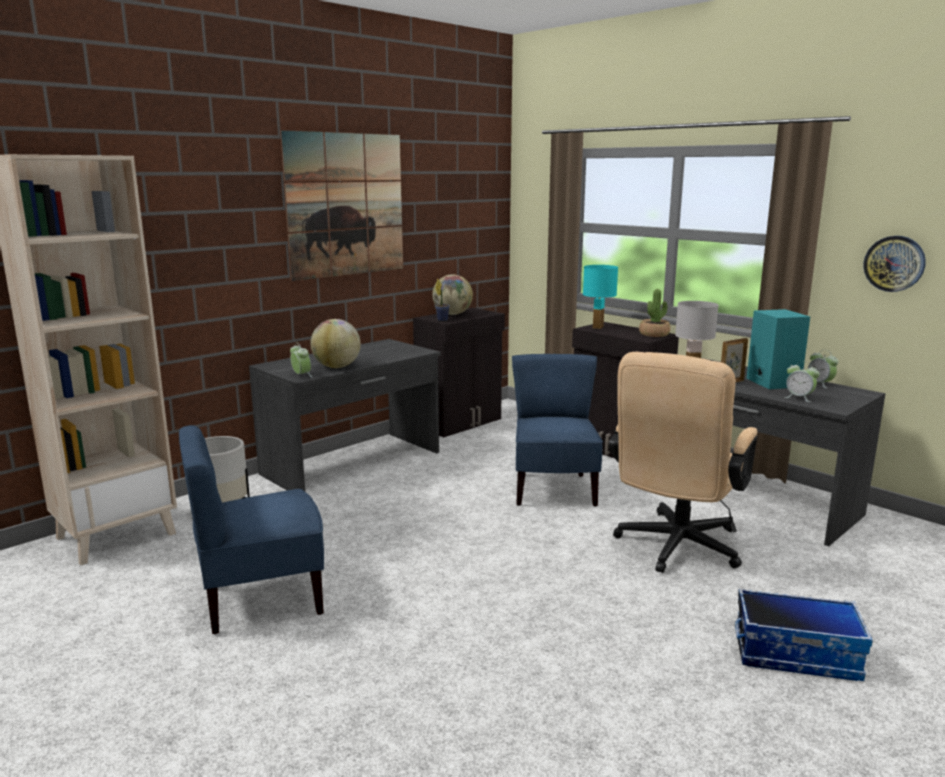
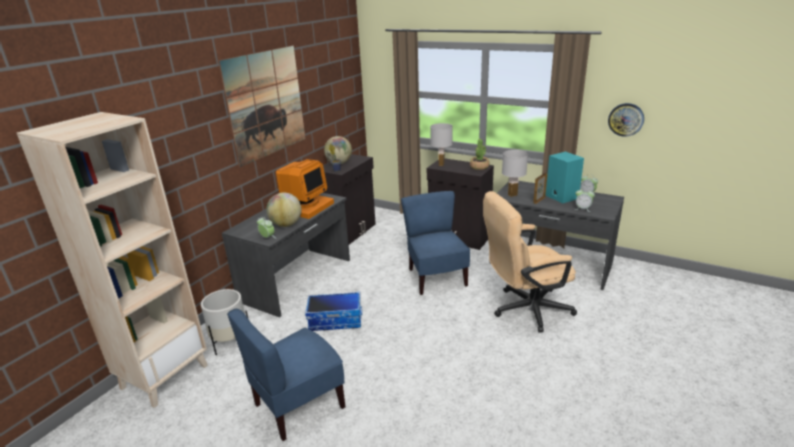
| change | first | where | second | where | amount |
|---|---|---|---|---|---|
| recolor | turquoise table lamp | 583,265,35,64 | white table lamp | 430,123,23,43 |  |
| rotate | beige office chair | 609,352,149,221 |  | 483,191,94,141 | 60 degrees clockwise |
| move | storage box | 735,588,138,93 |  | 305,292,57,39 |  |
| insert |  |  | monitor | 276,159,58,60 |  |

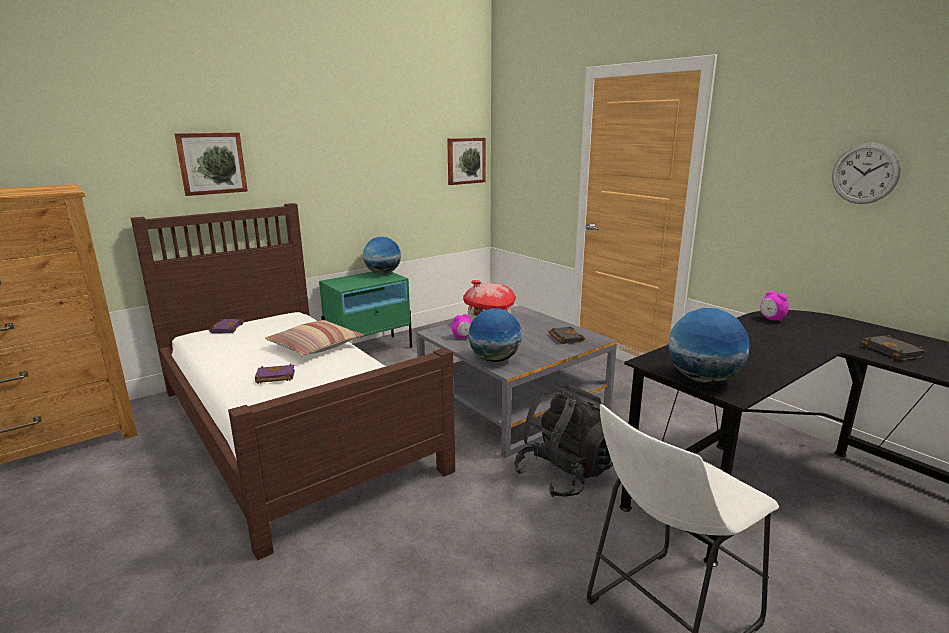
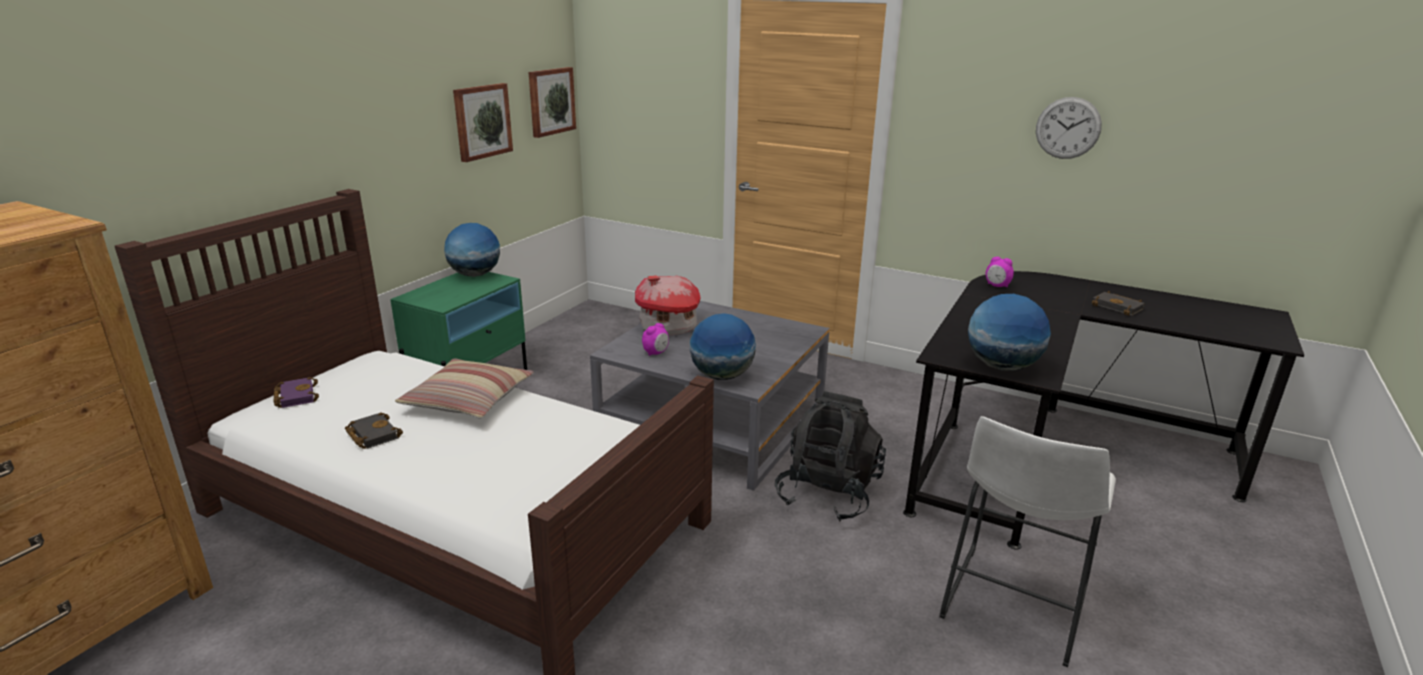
| change | first | where | second | where | amount |
|---|---|---|---|---|---|
| move | picture | 175,133,73,63 |  | 453,83,60,79 |  |
| delete | purple book | 255,364,40,20 |  |  |  |
| move | black book | 549,326,36,18 |  | 345,412,58,37 |  |

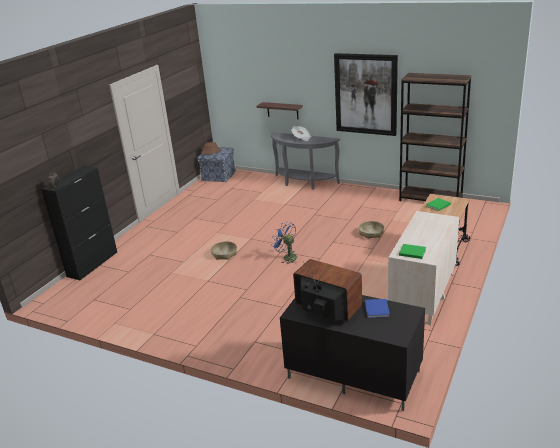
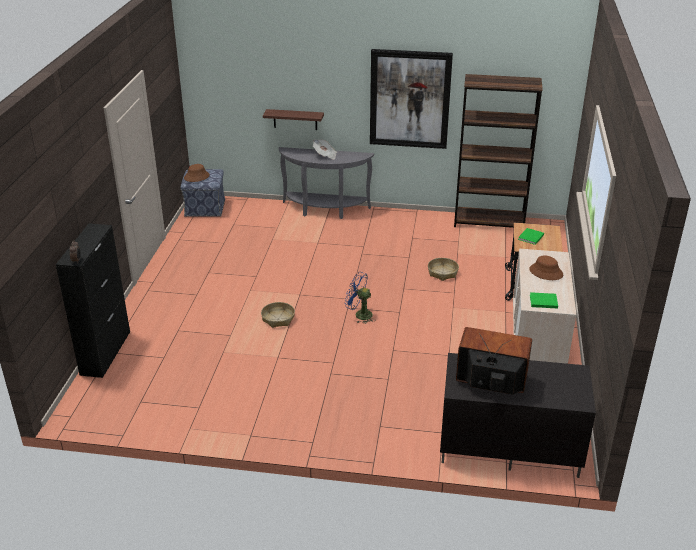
| change | first | where | second | where | amount |
|---|---|---|---|---|---|
| delete | blue book | 365,299,25,19 |  |  |  |
| insert |  |  | brown hat | 529,256,34,24 |  |

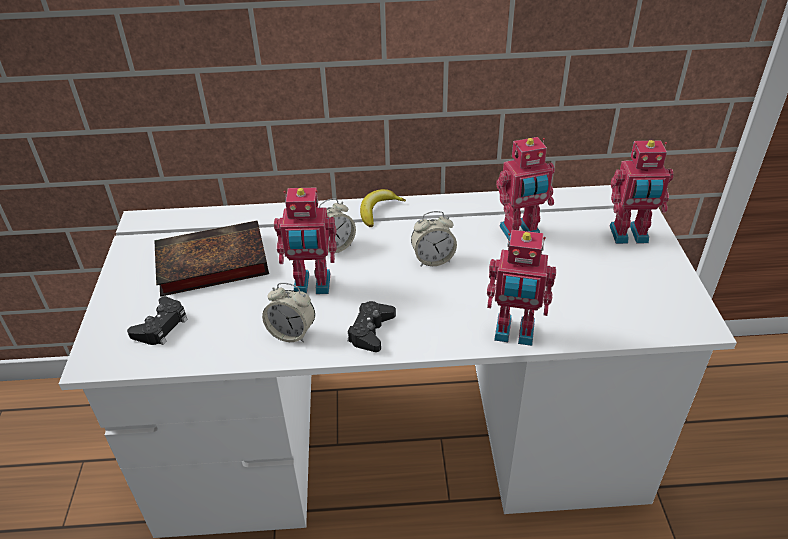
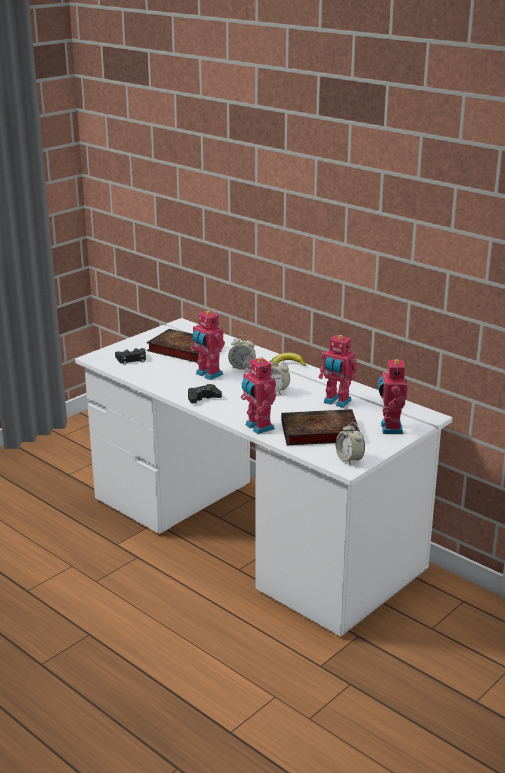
| change | first | where | second | where | amount |
|---|---|---|---|---|---|
| move | alarm clock | 262,283,53,60 |  | 336,422,29,43 |  |
| rotate | toy robot | 610,140,64,104 |  | 378,357,30,77 | 45 degrees clockwise |
| insert |  |  | book | 281,409,79,36 |  |

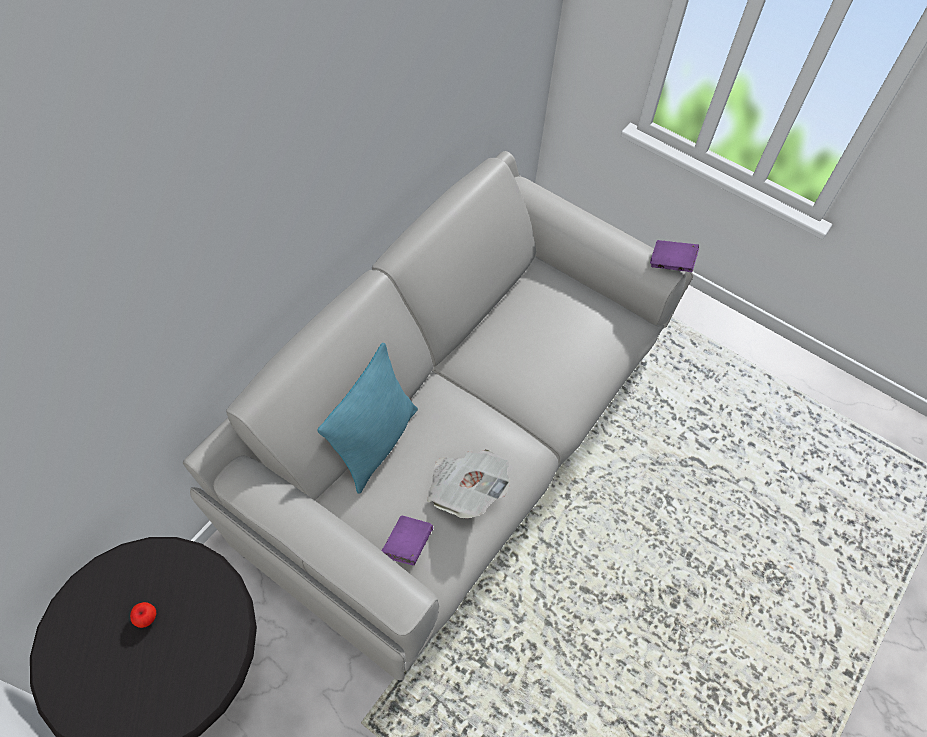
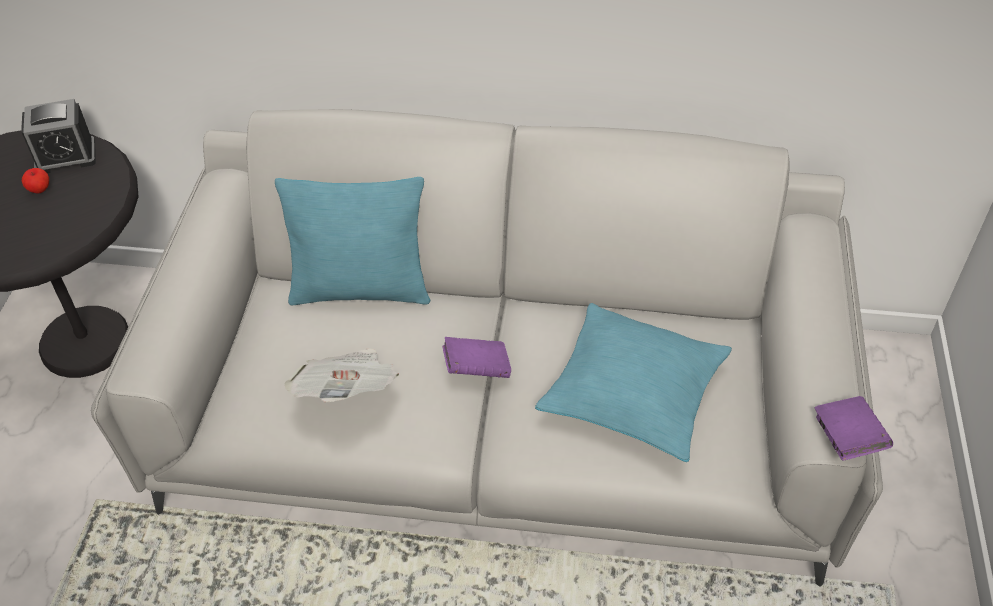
| change | first | where | second | where | amount |
|---|---|---|---|---|---|
| move | purple book | 382,516,51,49 |  | 442,337,69,41 |  |
| insert |  |  | alarm clock | 21,99,75,74 |  |
| insert |  |  | turquoise pillow | 535,303,197,159 |  |

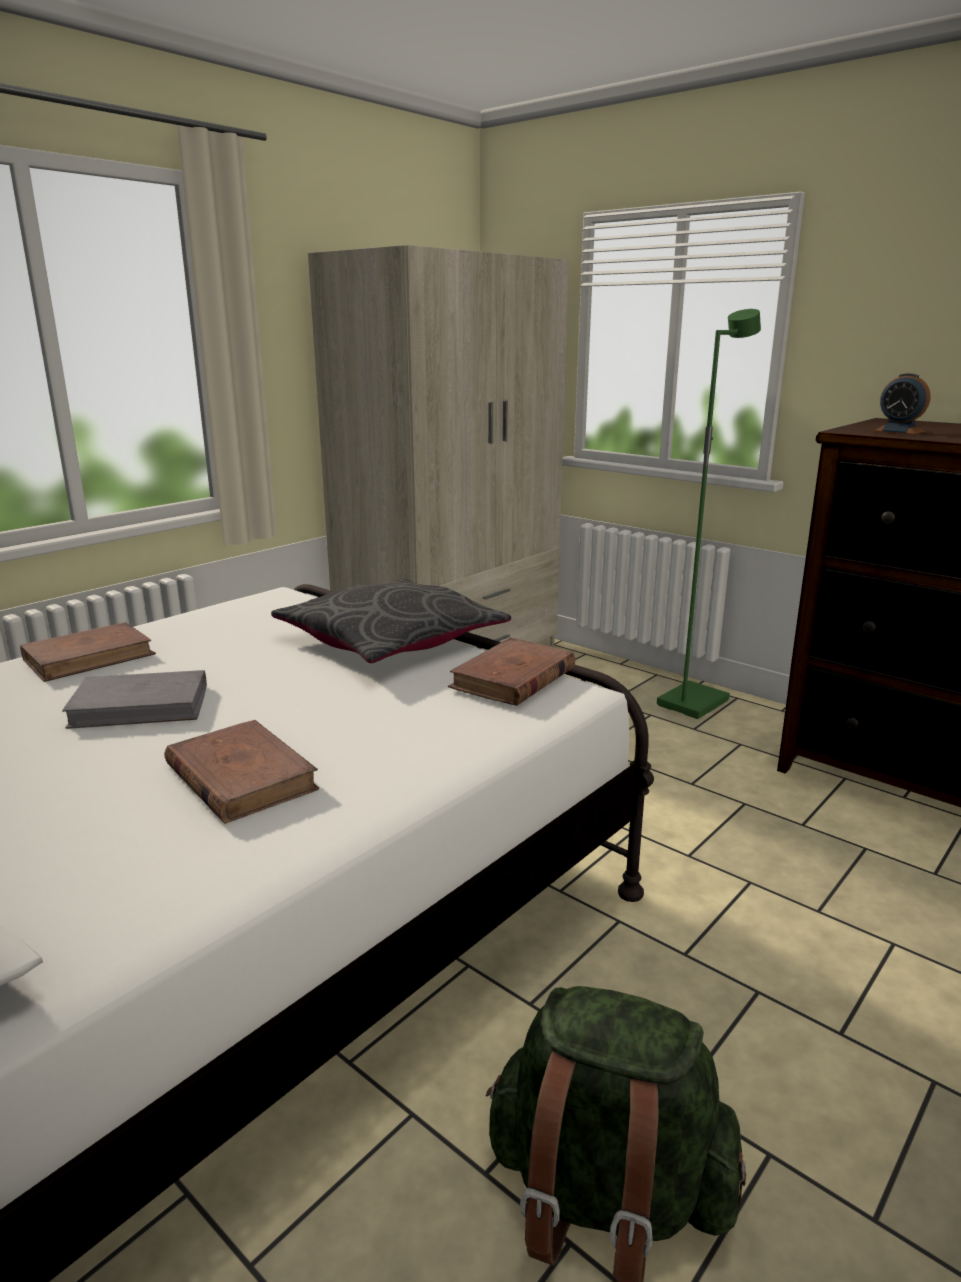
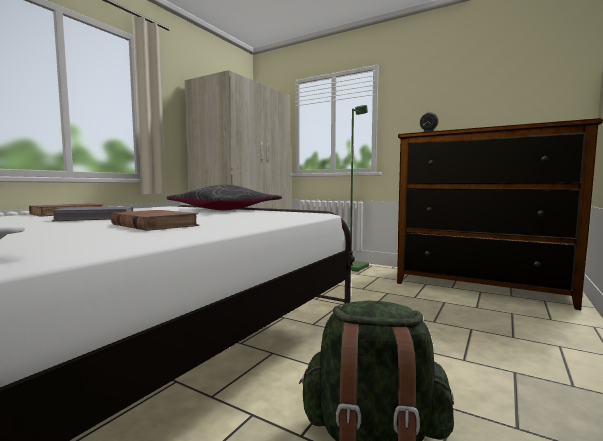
| change | first | where | second | where | amount |
|---|---|---|---|---|---|
| delete | brown book | 448,638,127,68 |  |  |  |

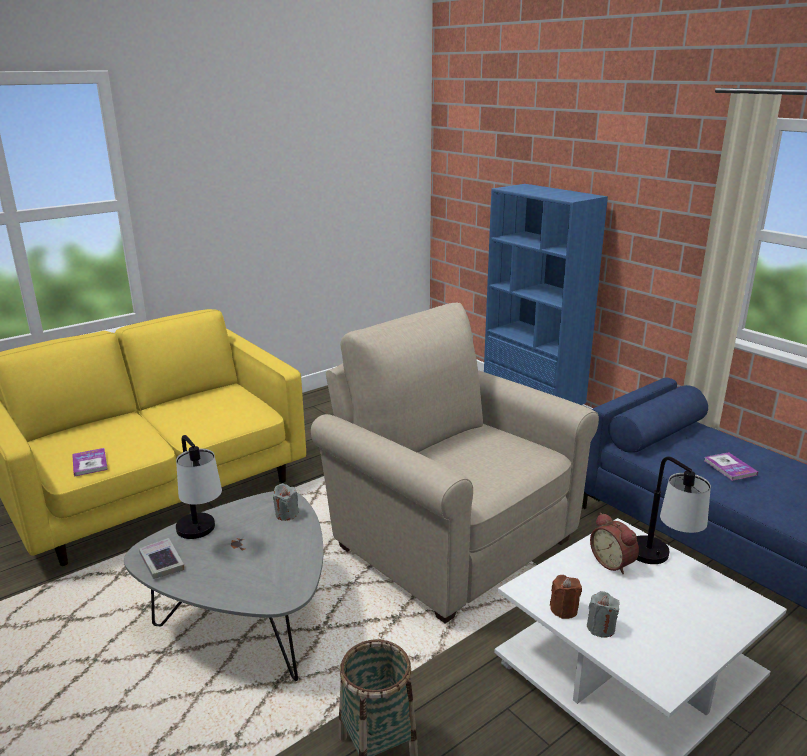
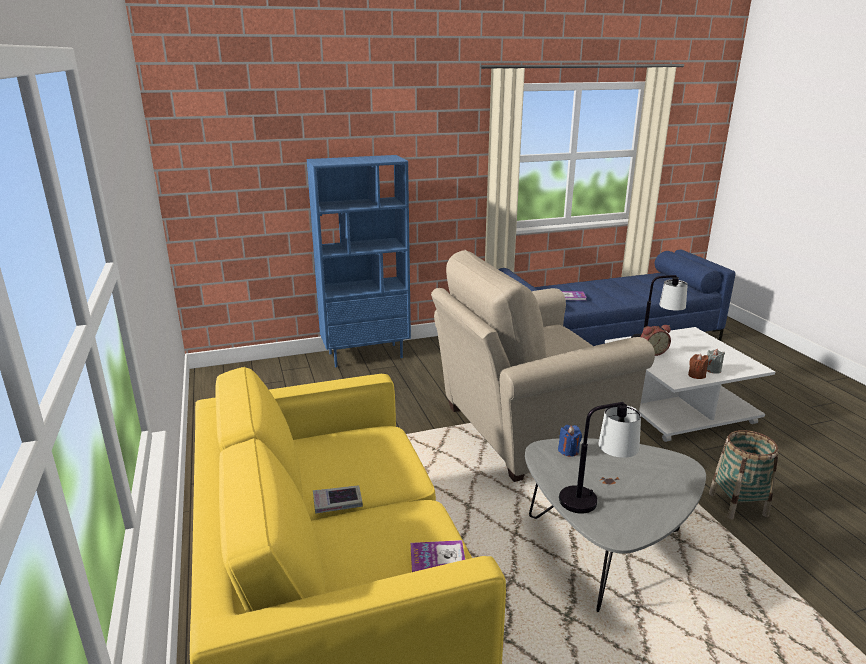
| change | first | where | second | where | amount |
|---|---|---|---|---|---|
| move | book | 139,538,45,41 |  | 313,485,50,29 |  |
| recolor | grey candle | 273,483,26,38 | blue candle | 558,425,24,32 |  |

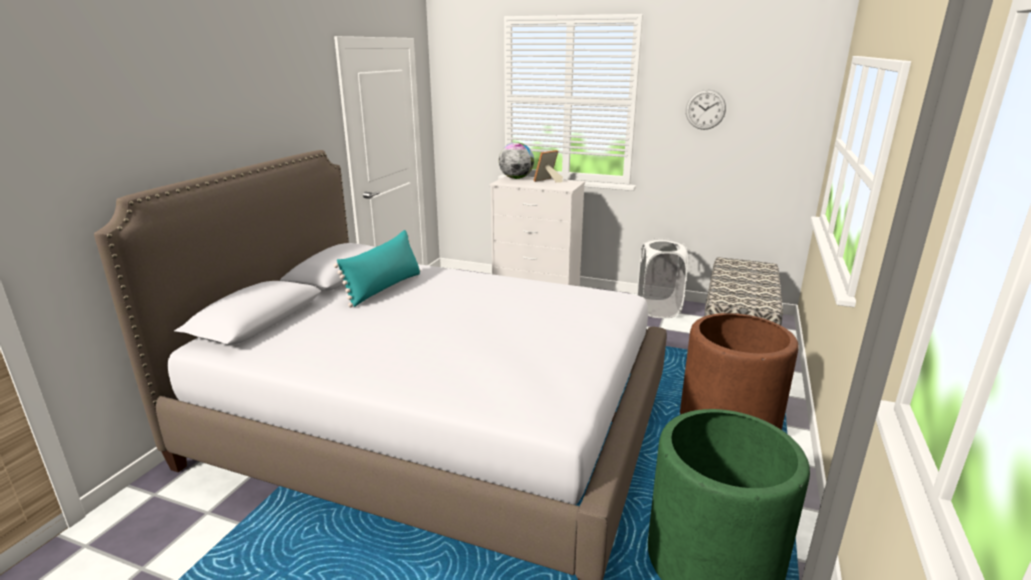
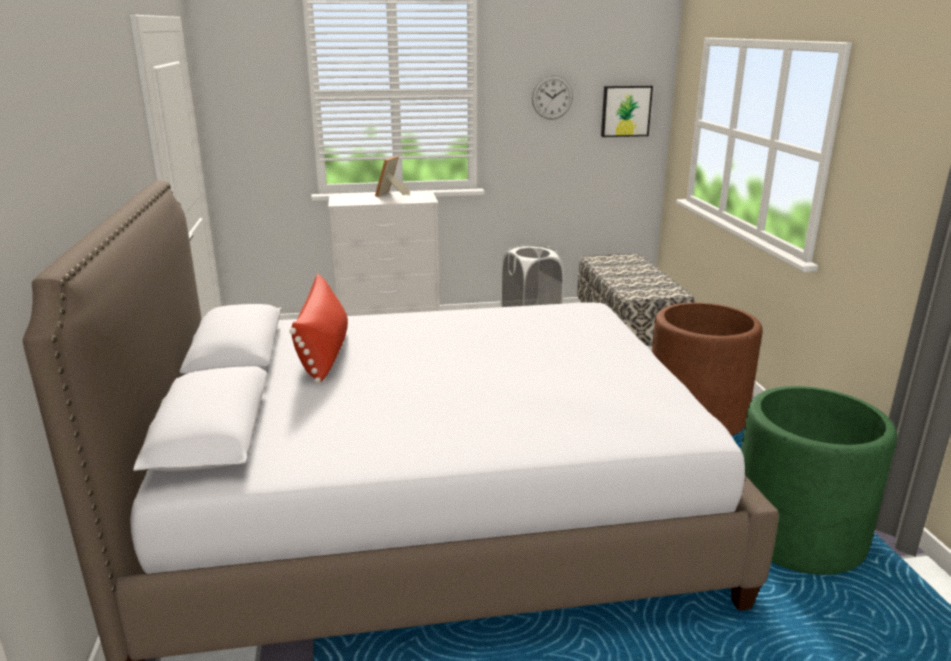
| change | first | where | second | where | amount |
|---|---|---|---|---|---|
| recolor | turquoise pillow | 333,230,88,77 | red pillow | 290,274,58,110 |  |
| delete | globe | 499,142,35,37 |  |  |  |
| insert |  |  | picture | 601,85,52,52 |  |

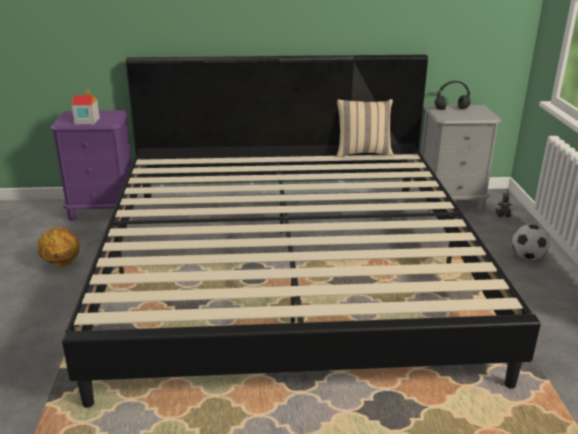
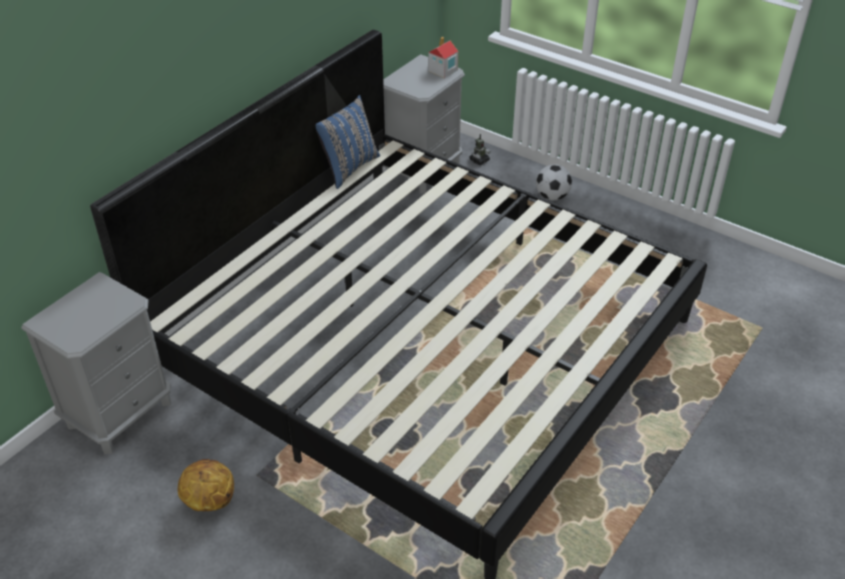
| change | first | where | second | where | amount |
|---|---|---|---|---|---|
| recolor | purple nightstand | 50,110,82,111 | grey nightstand | 21,272,150,182 |  |
| move | toy house | 72,90,28,34 |  | 428,37,30,41 |  |
| recolor | beige pillow | 337,99,57,59 | blue pillow | 316,95,64,94 |  |
| delete | black headphones | 435,81,36,29 |  |  |  |

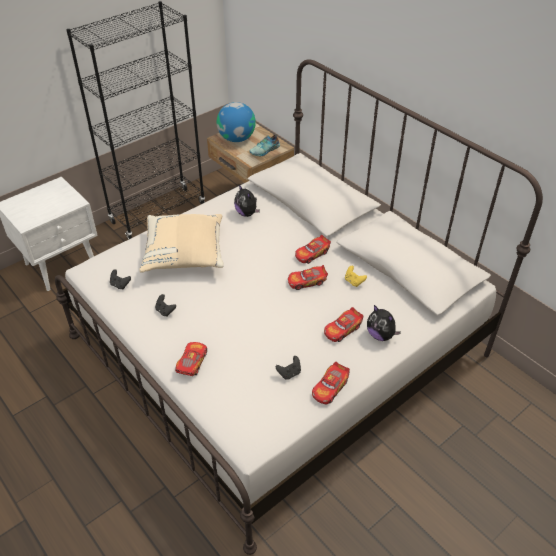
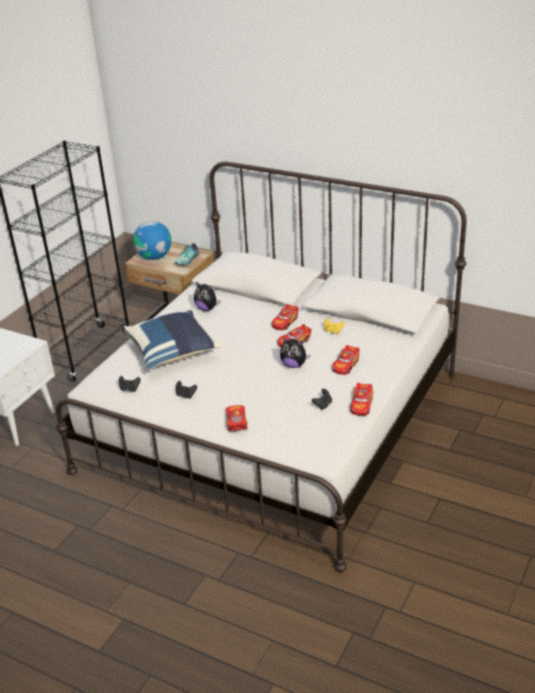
| change | first | where | second | where | amount |
|---|---|---|---|---|---|
| recolor | beige pillow | 140,214,84,59 | blue pillow | 123,310,97,60 |  |
| move | plush toy | 367,305,34,36 |  | 280,337,30,31 |  |

